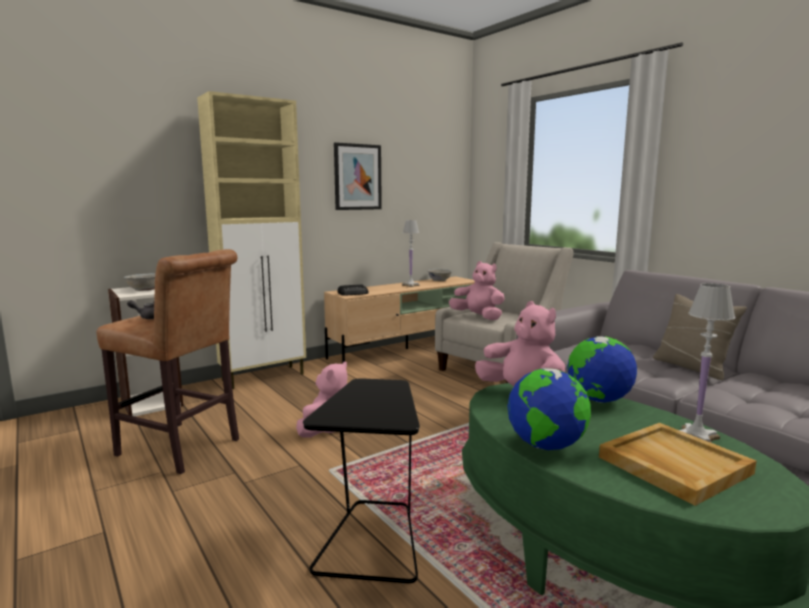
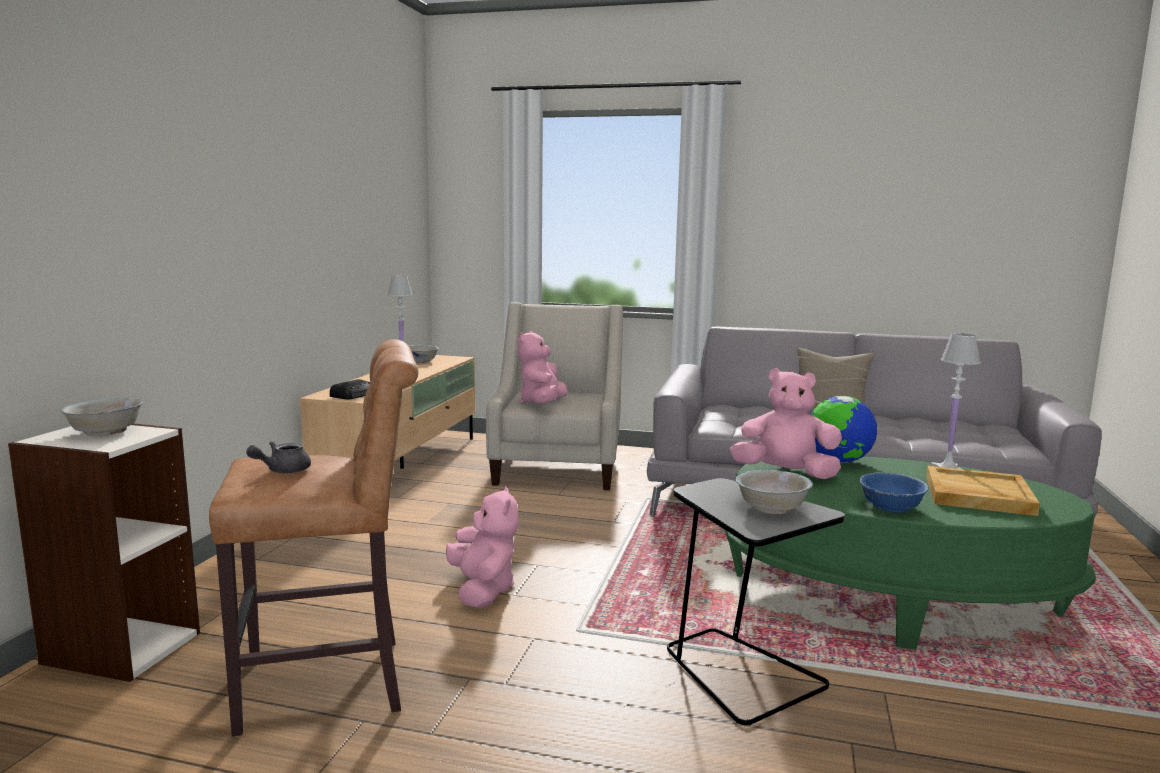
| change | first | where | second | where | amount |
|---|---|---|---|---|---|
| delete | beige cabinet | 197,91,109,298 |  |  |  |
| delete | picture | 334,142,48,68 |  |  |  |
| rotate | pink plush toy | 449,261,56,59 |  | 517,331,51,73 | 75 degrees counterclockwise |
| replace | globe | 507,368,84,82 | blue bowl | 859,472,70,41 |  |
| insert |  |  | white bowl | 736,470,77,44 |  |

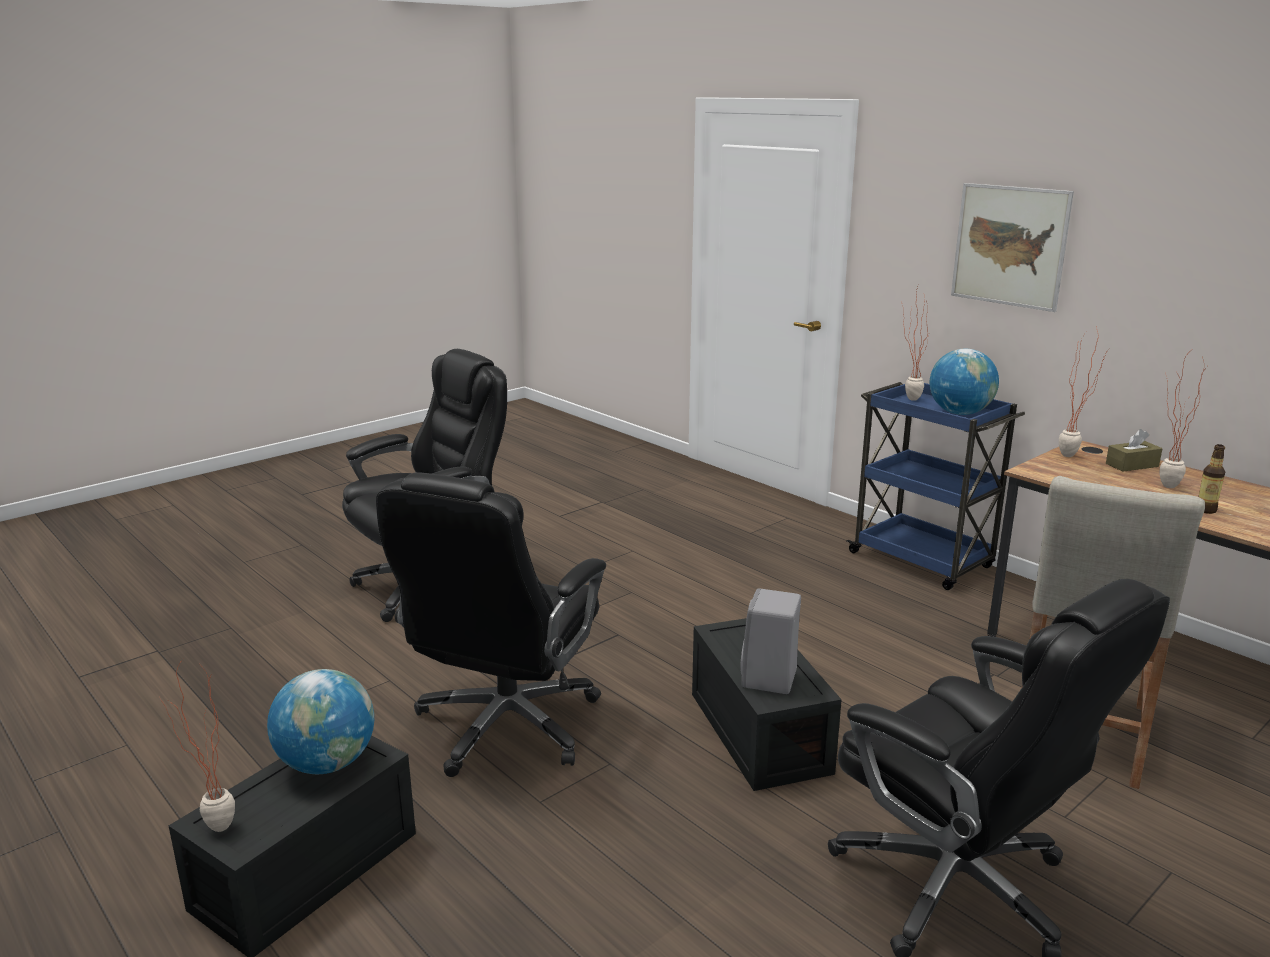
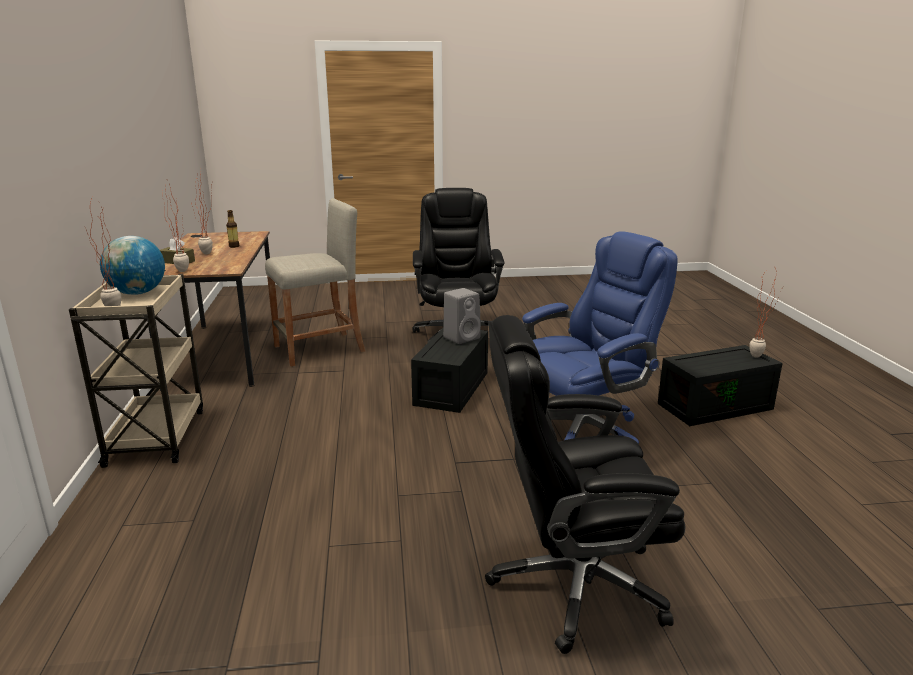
| change | first | where | second | where | amount |
|---|---|---|---|---|---|
| delete | globe | 267,669,107,105 |  |  |  |
| recolor | black office chair | 376,472,230,305 | blue office chair | 522,231,156,213 |  |
| recolor | blue cart | 846,382,179,208 | beige cart | 69,274,134,194 |  |
| delete | picture | 951,183,123,129 |  |  |  |

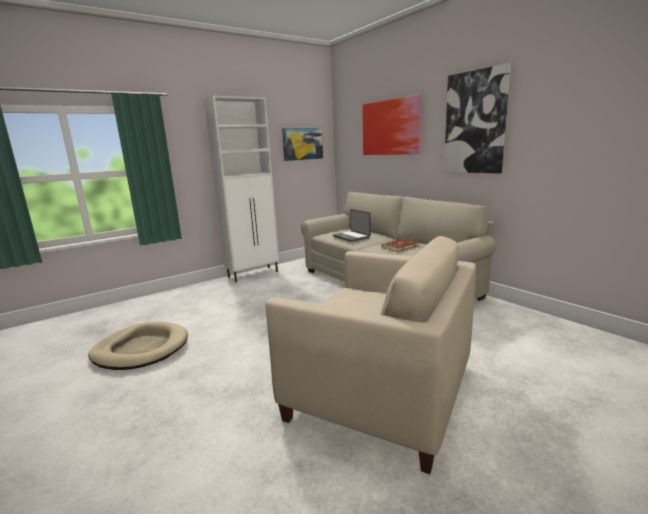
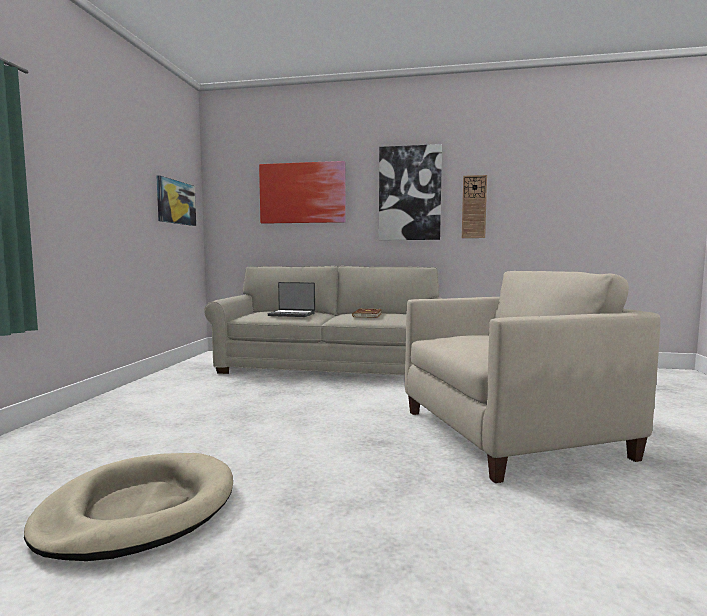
| change | first | where | second | where | amount |
|---|---|---|---|---|---|
| delete | white cabinet | 204,95,75,187 |  |  |  |
| insert |  |  | wall clock | 462,175,25,63 |  |

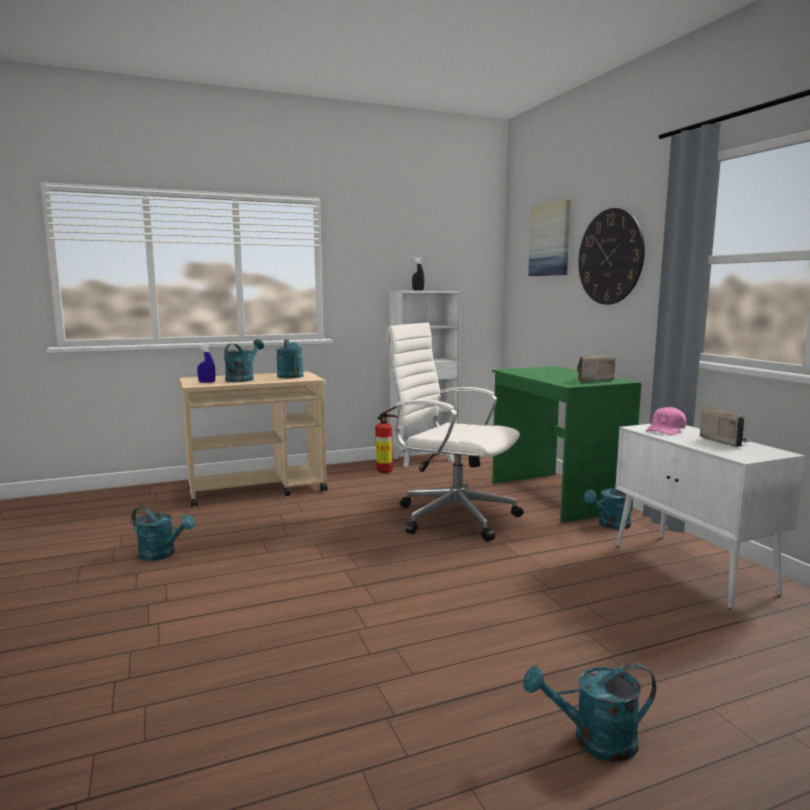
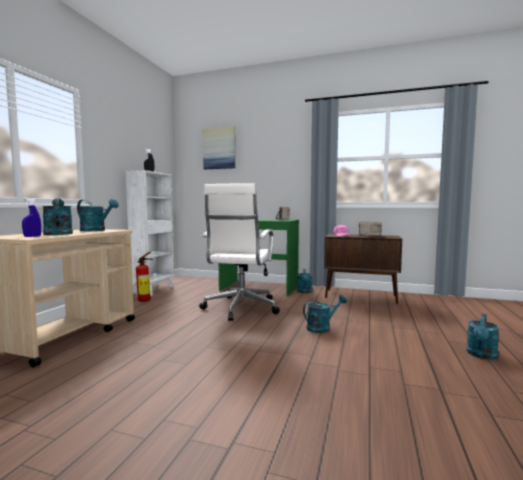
| change | first | where | second | where | amount |
|---|---|---|---|---|---|
| move | turquoise watering can | 132,506,63,55 |  | 303,295,44,38 |  |
| rotate | white office chair | 387,323,137,219 |  | 199,183,81,138 | 60 degrees counterclockwise |
| delete | wall clock | 578,208,67,97 |  |  |  |
| recolor | white cabinet | 615,424,190,185 | brown cabinet | 324,234,78,70 |  |

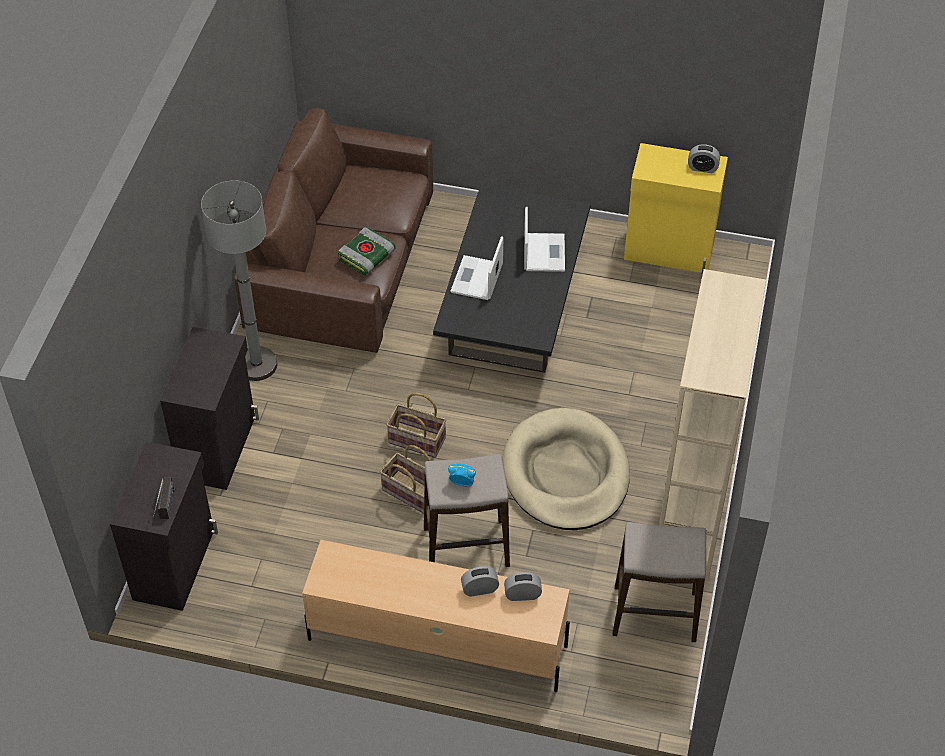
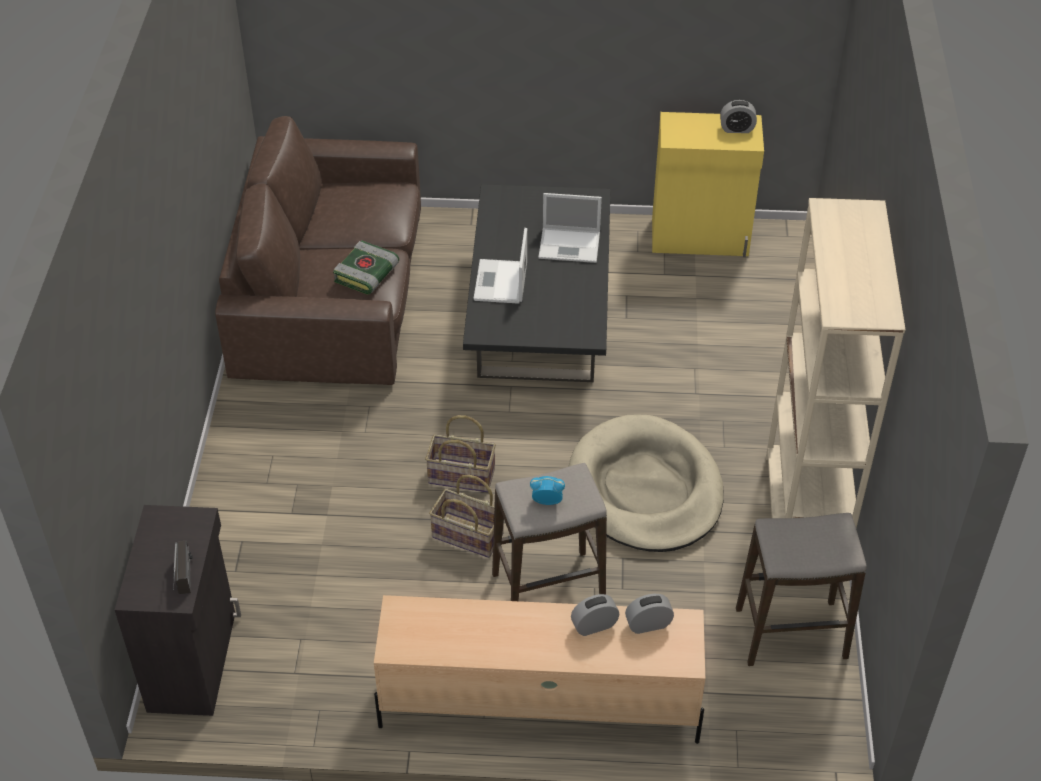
| change | first | where | second | where | amount |
|---|---|---|---|---|---|
| delete | black cabinet | 160,327,99,163 |  |  |  |
| delete | grey floor lamp | 201,180,76,201 |  |  |  |
| rotate | laptop | 524,207,41,65 |  | 538,193,64,70 | 105 degrees clockwise |

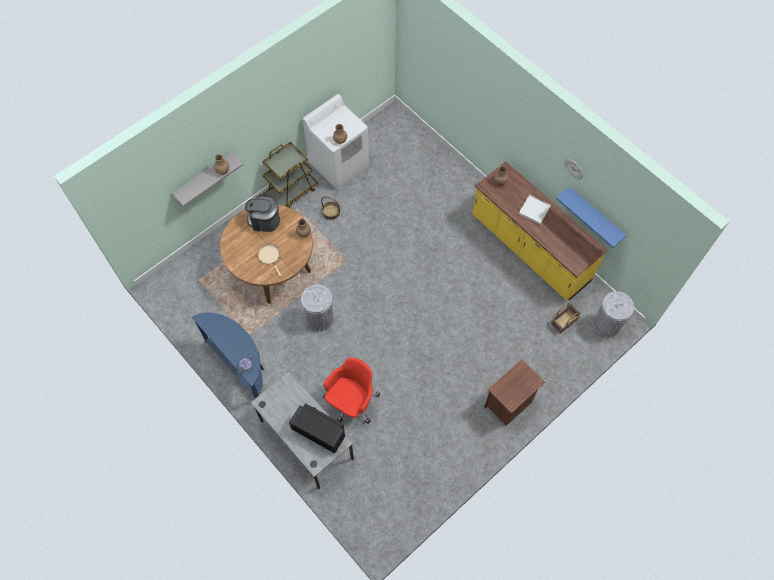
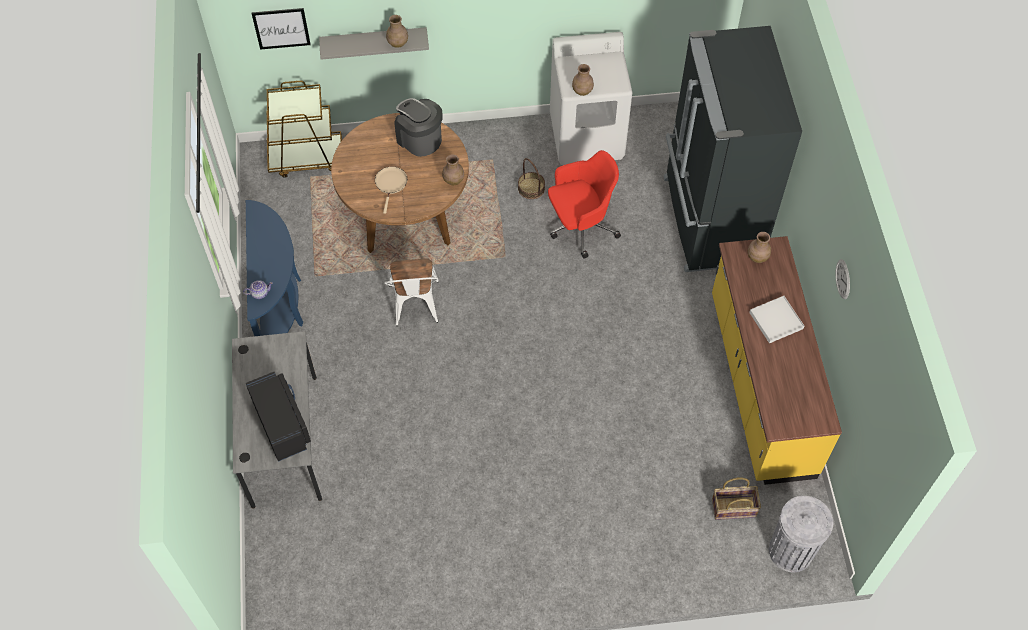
| change | first | where | second | where | amount |
|---|---|---|---|---|---|
| move | brown cart | 263,142,55,66 |  | 267,81,75,97 |  |
| replace | grey trash can | 301,284,32,47 | white chair | 384,258,55,68 |  |
| move | red office chair | 323,358,57,66 |  | 548,150,73,108 |  |
| delete | brown nightstand | 484,359,61,67 |  |  |  |
| delete | blue shelf | 556,187,71,61 |  |  |  |
| insert |  |  | picture | 252,8,59,42 |  |
| insert |  |  | black fridge | 663,26,139,246 |  |

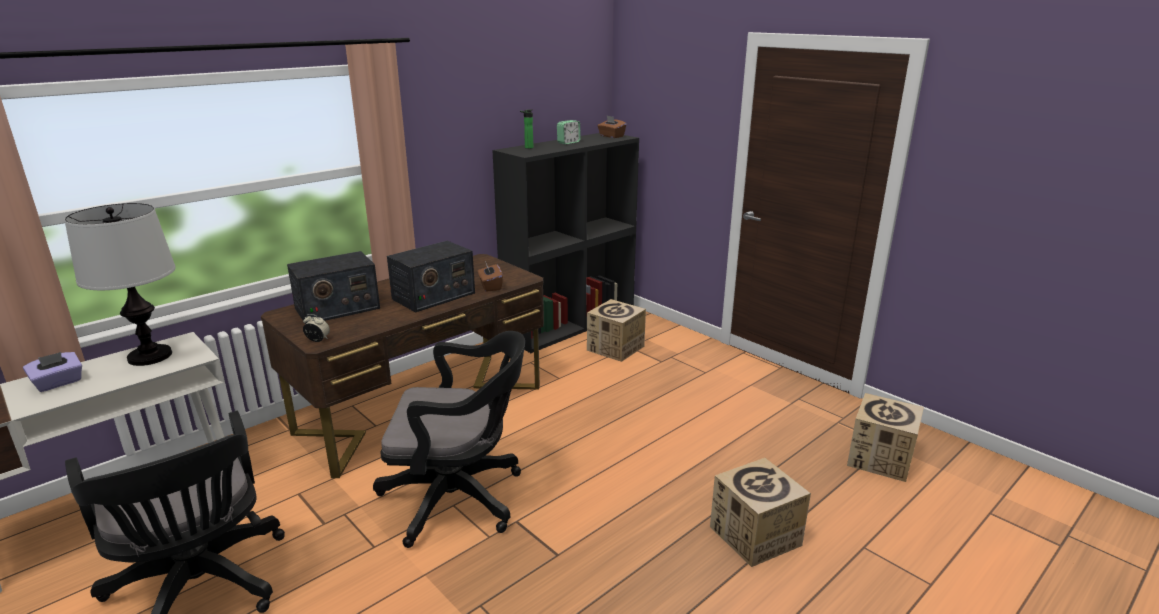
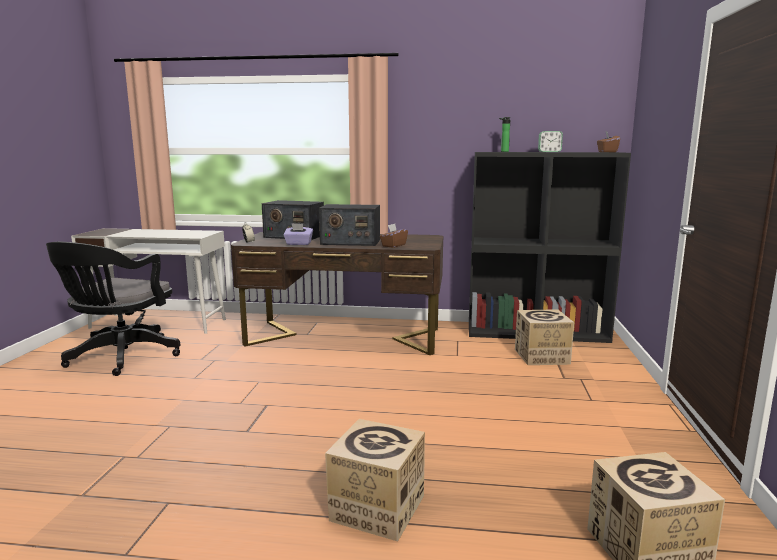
| change | first | where | second | where | amount |
|---|---|---|---|---|---|
| move | purple tissue box | 23,352,59,40 |  | 283,223,30,22 |  |
| delete | table lamp | 64,203,111,163 |  |  |  |
| delete | black office chair | 373,331,152,217 |  |  |  |

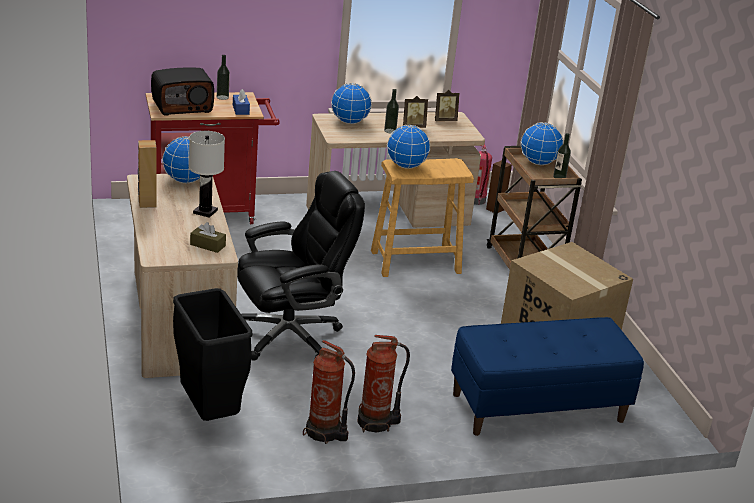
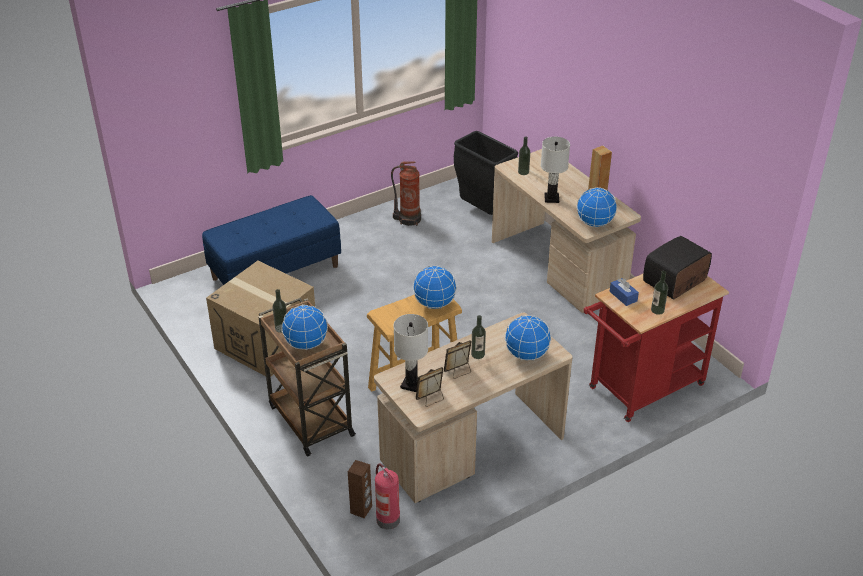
| change | first | where | second | where | amount |
|---|---|---|---|---|---|
| replace | brown tissue box | 190,222,36,31 | bottle | 518,137,12,38 |  |
| delete | black office chair | 237,171,128,190 |  |  |  |
| delete | fire extinguisher | 357,335,53,97 |  |  |  |
| insert |  |  | white table lamp | 393,314,35,78 |  |

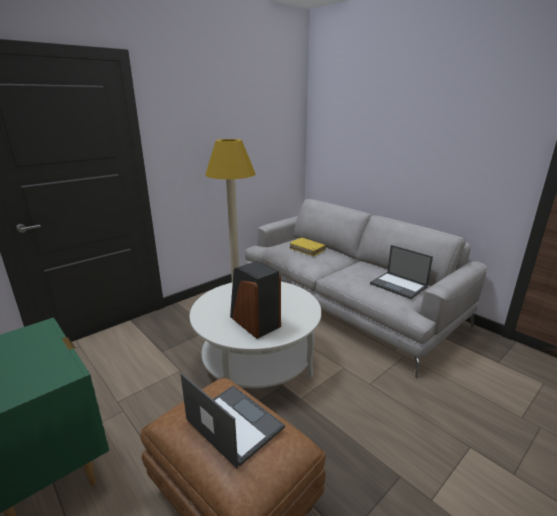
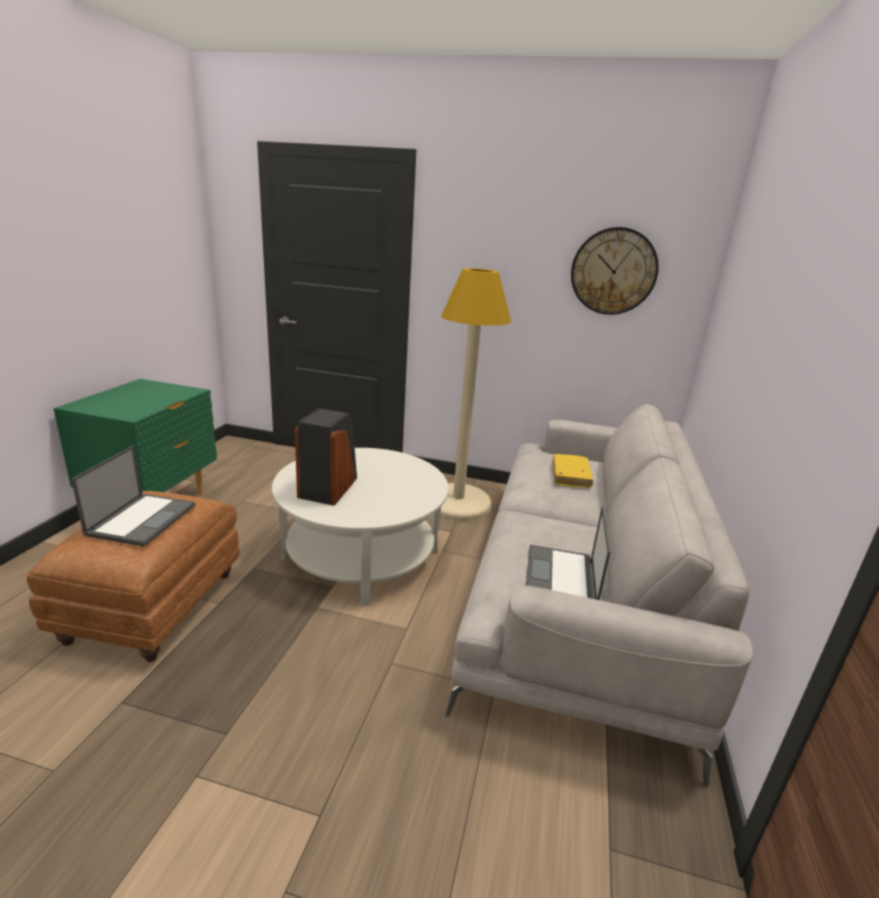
| change | first | where | second | where | amount |
|---|---|---|---|---|---|
| insert |  |  | wall clock | 571,227,88,88 |  |

